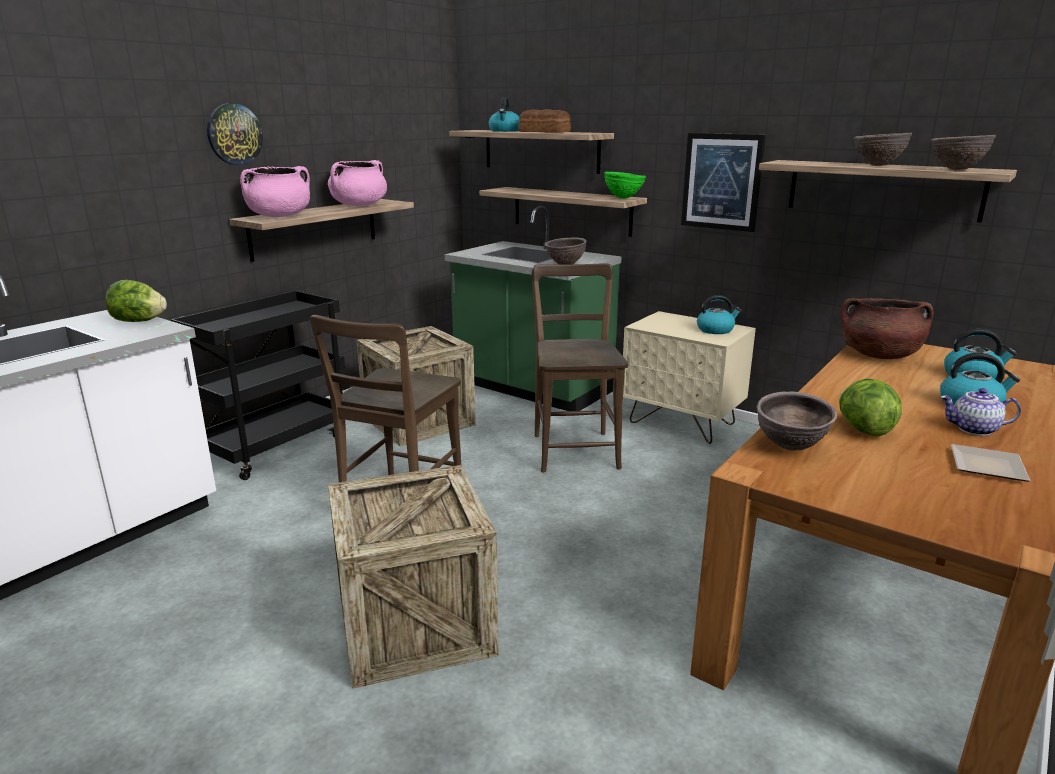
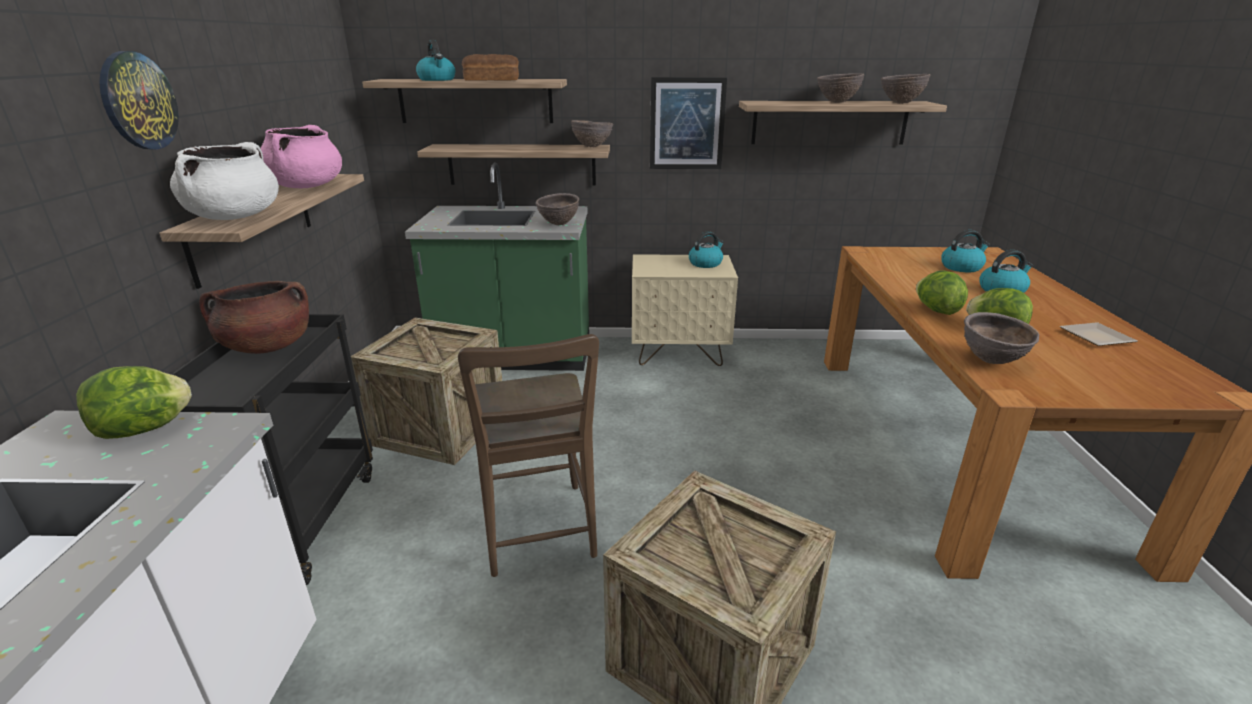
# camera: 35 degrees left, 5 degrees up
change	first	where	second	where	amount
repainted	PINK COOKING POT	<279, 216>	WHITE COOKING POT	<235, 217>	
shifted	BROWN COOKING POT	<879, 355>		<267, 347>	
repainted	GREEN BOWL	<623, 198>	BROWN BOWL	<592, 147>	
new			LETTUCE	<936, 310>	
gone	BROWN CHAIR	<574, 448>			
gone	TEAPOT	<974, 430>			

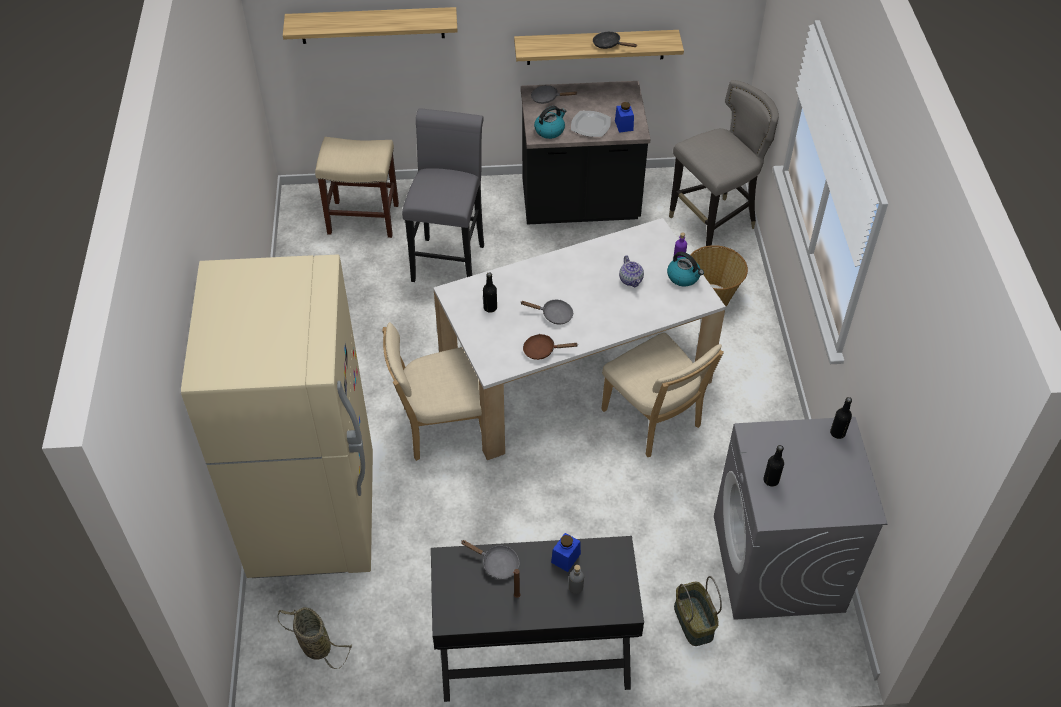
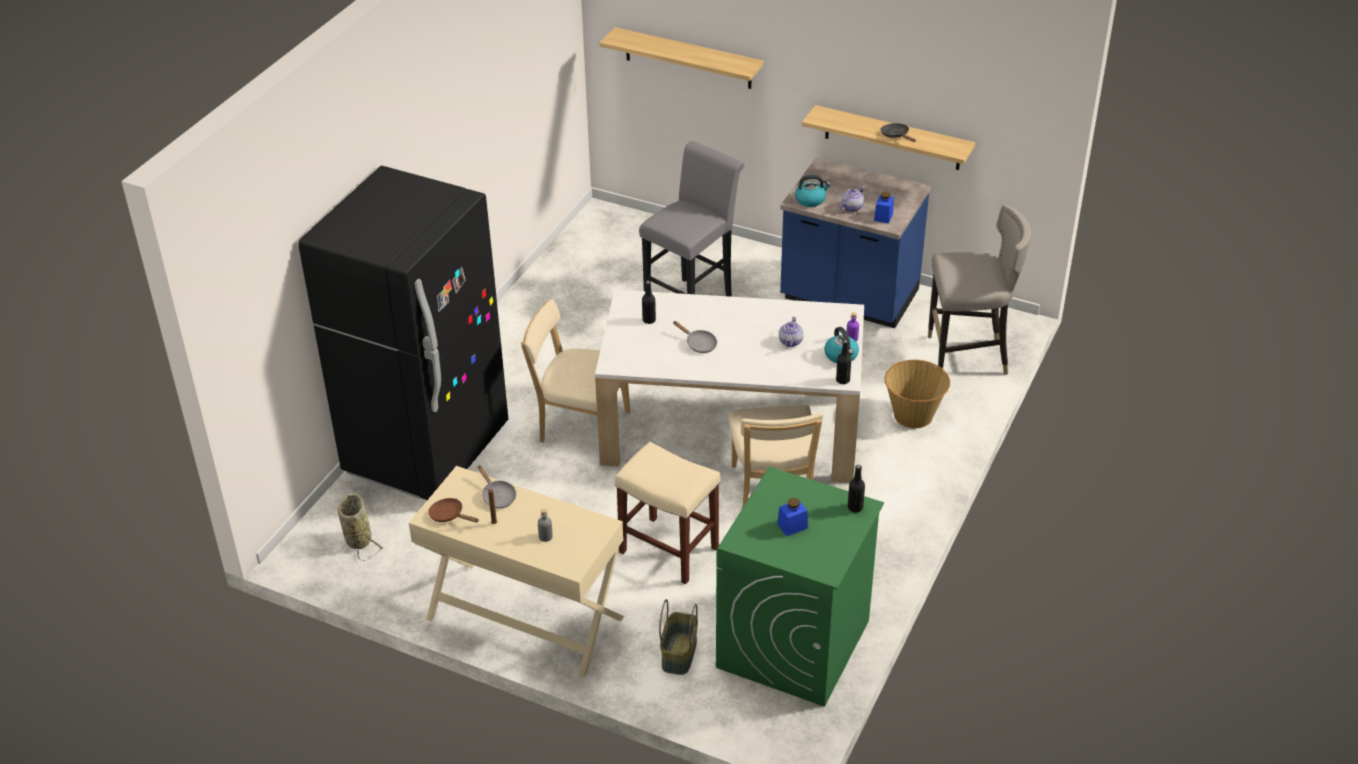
# camera: 30 degrees right, 10 degrees down
change	first	where	second	where	amount
repainted	BEIGE FRIDGE	<313, 516>	BLACK FRIDGE	<427, 450>	
repainted	BLACK CONSOLE TABLE	<534, 654>	BEIGE CONSOLE TABLE	<524, 618>	
shifted	BROWN FRYING PAN	<542, 350>		<449, 516>	
shifted	BEIGE STOOL	<362, 219>		<667, 550>	
repainted	GREY WASHING MACHINE	<778, 564>	GREEN WASHING MACHINE	<793, 645>	
shifted	BLUE JAR	<565, 558>		<792, 526>	
repainted	BLACK COUNTER	<580, 204>	BLUE COUNTER	<849, 298>	
shifted	BLACK BOTTLE	<771, 480>		<842, 380>	
swapped	PLATE	<590, 125>	TEAPOT	<851, 207>	
gone	GREY FRYING PAN	<547, 98>			

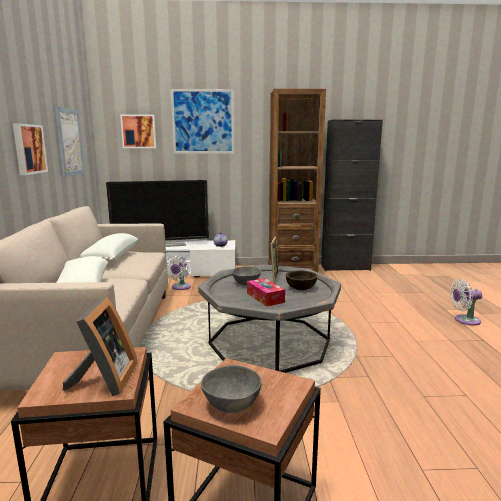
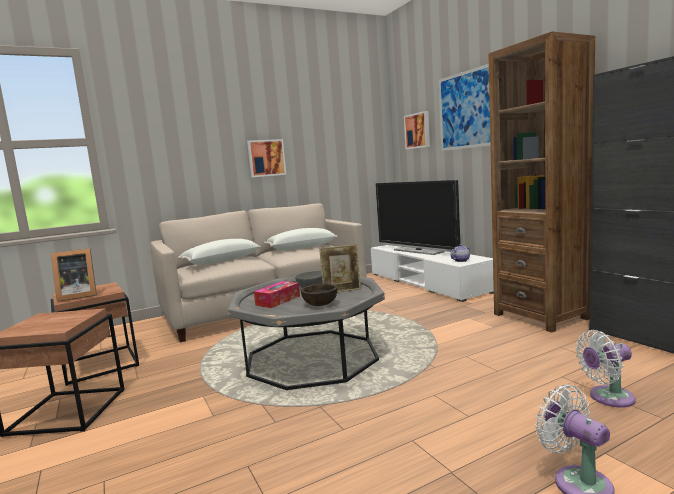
# camera: 65 degrees right, 5 degrees down
change	first	where	second	where	amount
shifted	WHITE FAN	<180, 287>		<607, 398>	
gone	PICTURE	<69, 142>			
gone	GREY BOWL	<231, 406>			

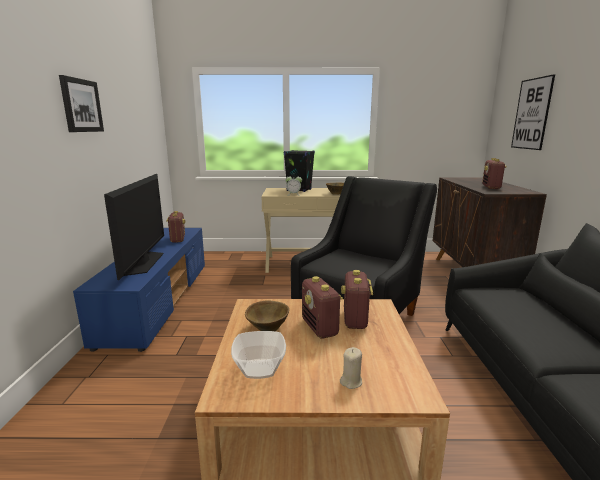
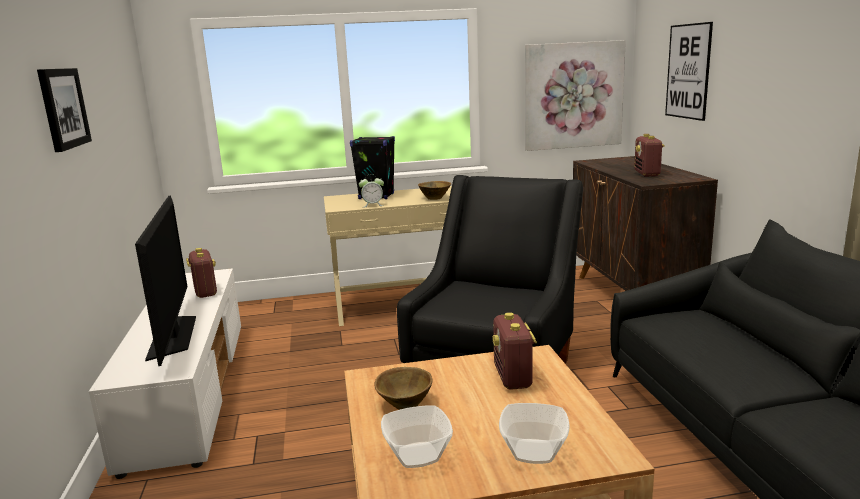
# camera: 10 degrees left, 0 degrees up
change	first	where	second	where	amount
repainted	BLUE TV STAND	<158, 300>	WHITE TV STAND	<189, 389>	
swapped	BEIGE CANDLE	<351, 381>	BOWL	<534, 452>	
new			PICTURE	<573, 95>	
gone	RADIO	<320, 328>			

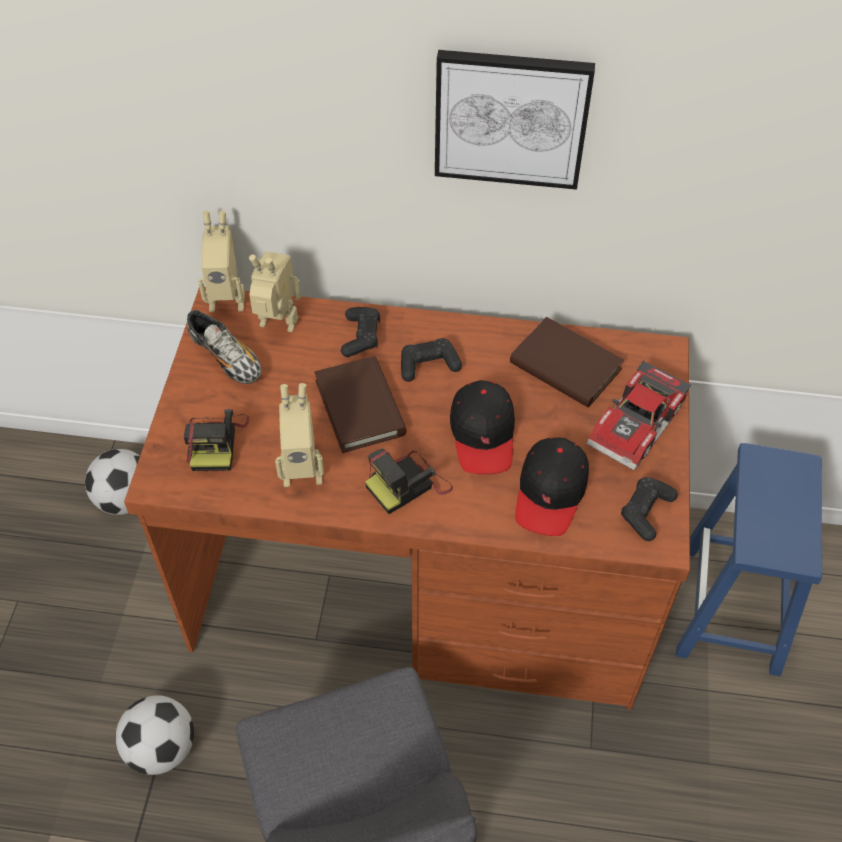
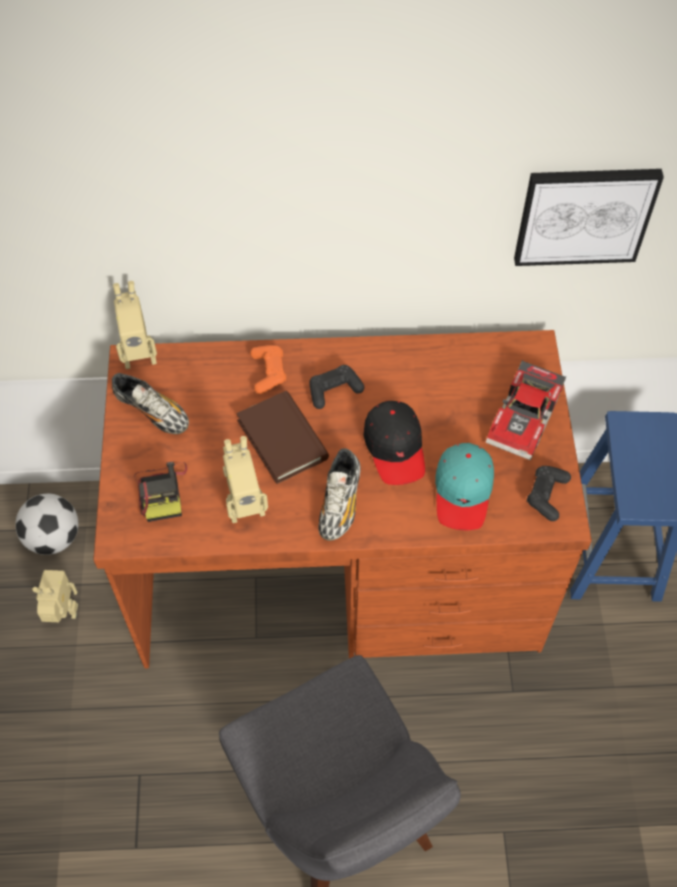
# camera: 10 degrees left, 5 degrees up
change	first	where	second	where	amount
shifted	TOY ROBOT	<277, 327>		<62, 615>	
repainted	BLACK GAME CONTROLLER	<361, 337>	ORANGE GAME CONTROLLER	<268, 372>	
swapped	PHOTO CAMERA	<408, 484>	SHOE	<340, 503>	
repainted	BLACK CAP	<550, 493>	TURQUOISE CAP	<463, 491>	
shifted	PICTURE	<511, 118>		<584, 215>	
gone	FOOTBALL	<162, 748>			
gone	BROWN BOOK	<565, 366>			

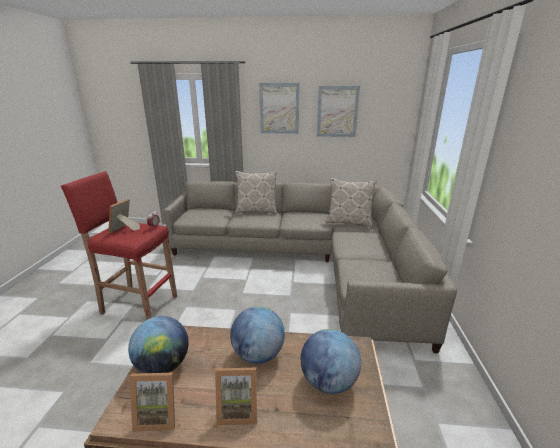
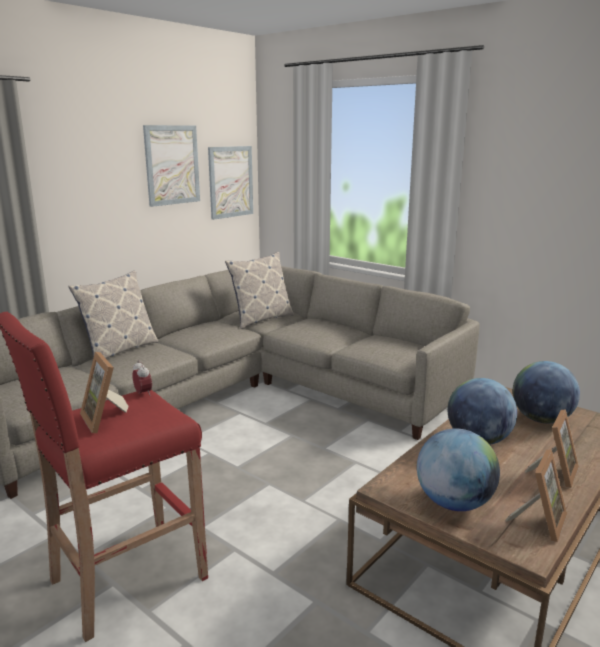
# camera: 55 degrees left, 5 degrees down
change	first	where	second	where	amount
shifted	PICTURE	<279, 108>		<230, 182>	

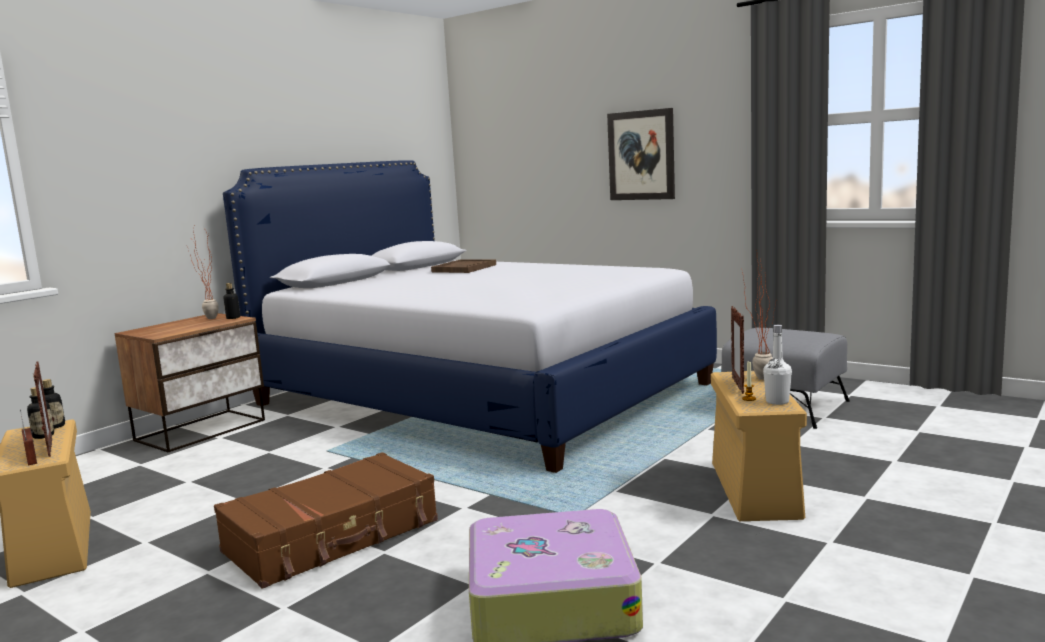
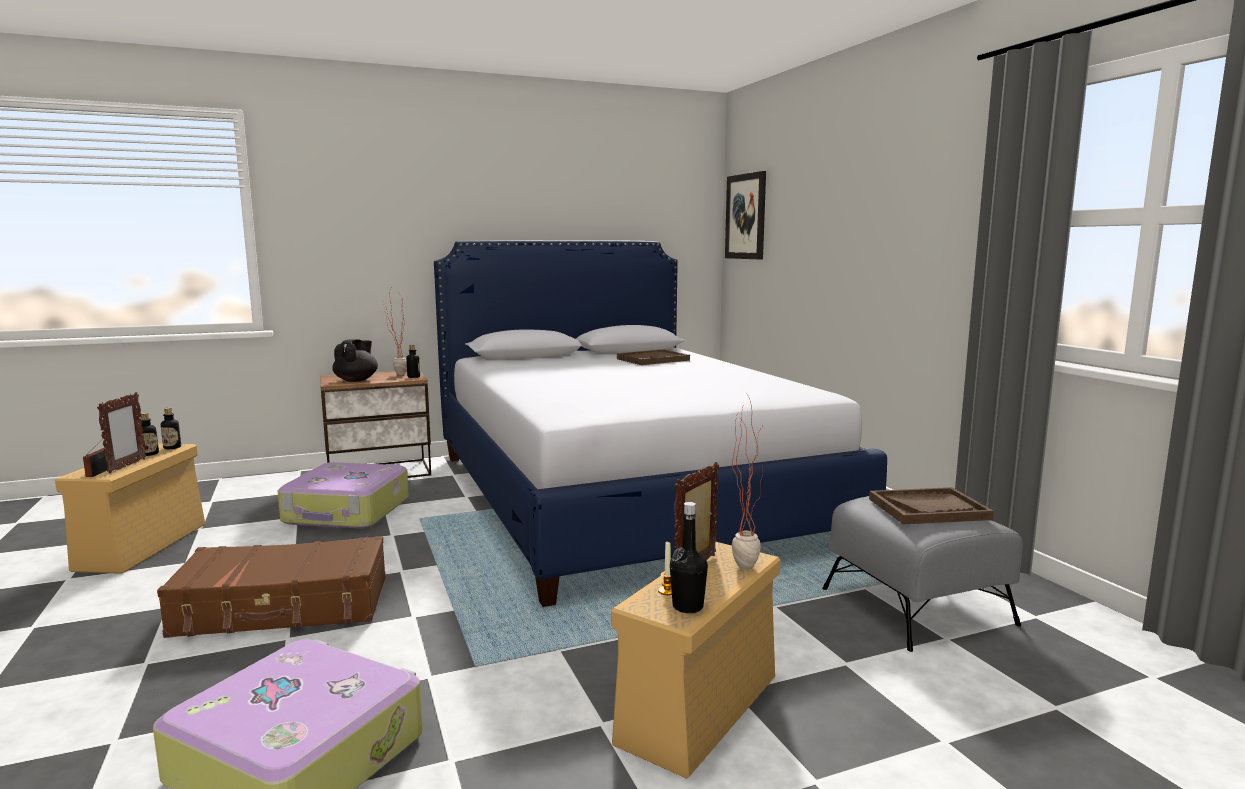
# camera: 30 degrees right, 0 degrees up
change	first	where	second	where	amount
new			SUITCASE	<347, 511>	
new			BLACK TEAPOT	<356, 380>	
repainted	WHITE BOTTLE	<777, 401>	BLACK BOTTLE	<687, 606>	
shifted	PICTURE	<641, 155>		<746, 216>	
new			BROWN TRAY	<928, 509>	

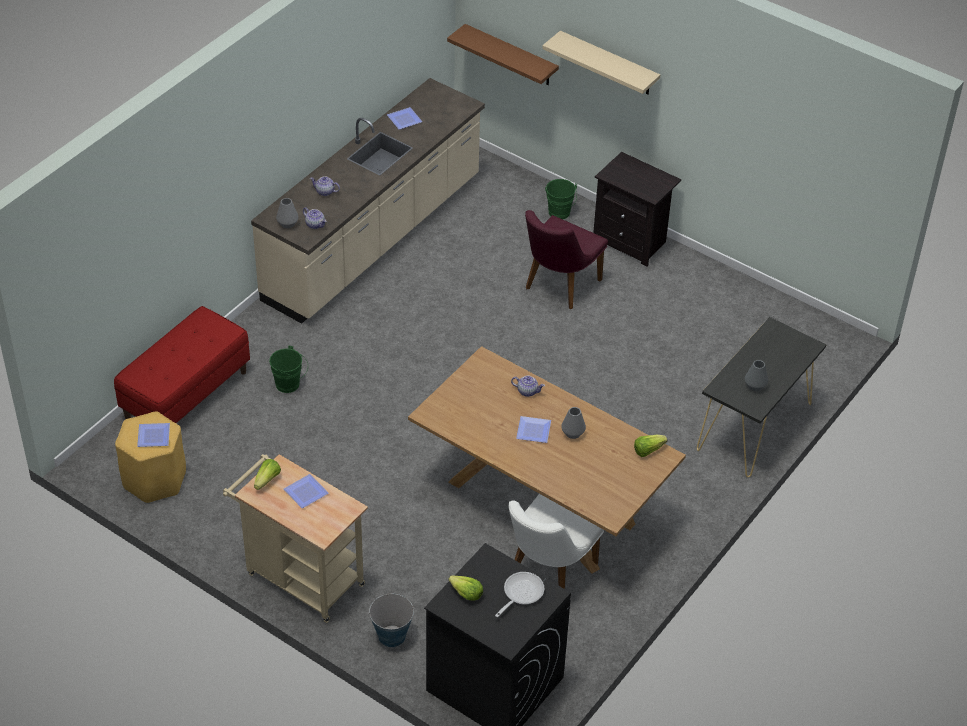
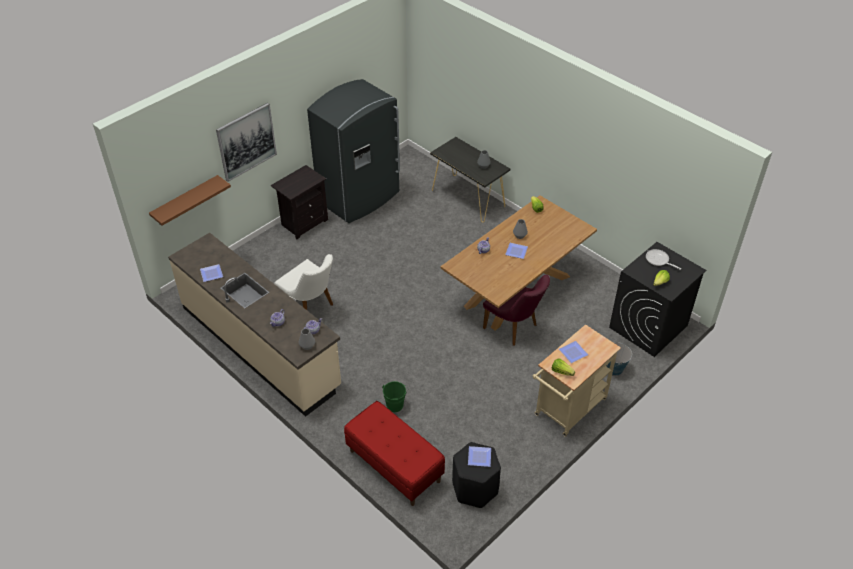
# camera: 80 degrees left, 0 degrees up
change	first	where	second	where	amount
swapped	BEIGE SHELF	<608, 64>	PICTURE	<246, 141>	
shifted	WHITE CHAIR	<547, 574>		<310, 308>	
new			GREY FRIDGE	<359, 198>	
repainted	YELLOW STOOL	<154, 479>	BLACK STOOL	<474, 488>	
shifted	PURPLE CHAIR	<558, 287>		<514, 328>	
gone	GREEN BUCKET	<559, 214>			

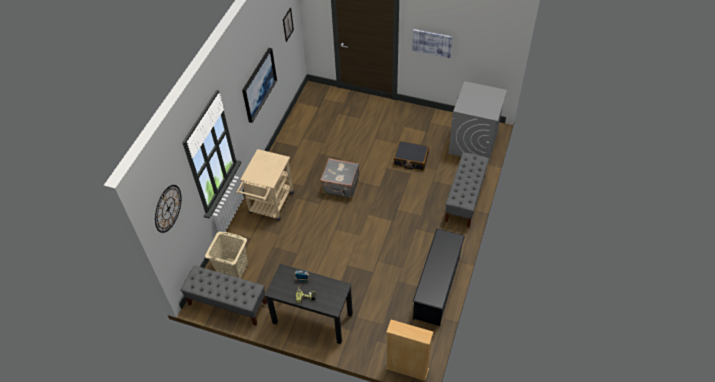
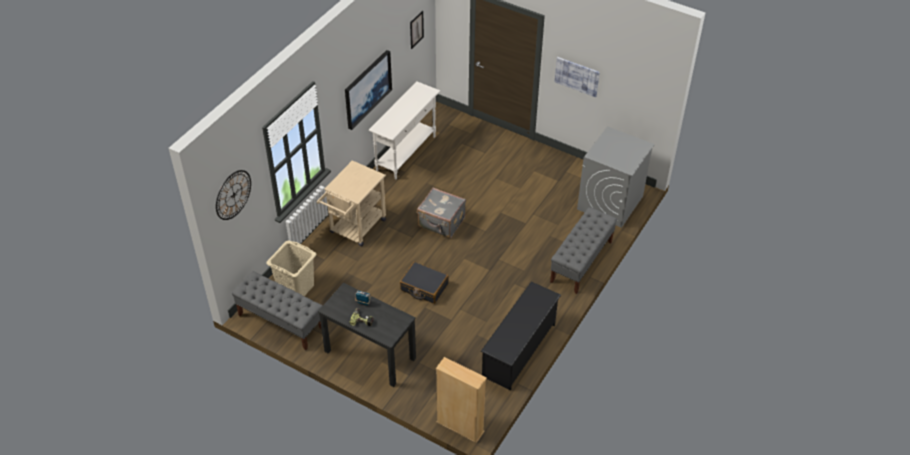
# camera: 10 degrees right, 5 degrees down
change	first	where	second	where	amount
new			WHITE CONSOLE TABLE	<406, 153>	
shifted	BLACK SUITCASE	<411, 159>		<424, 287>	

